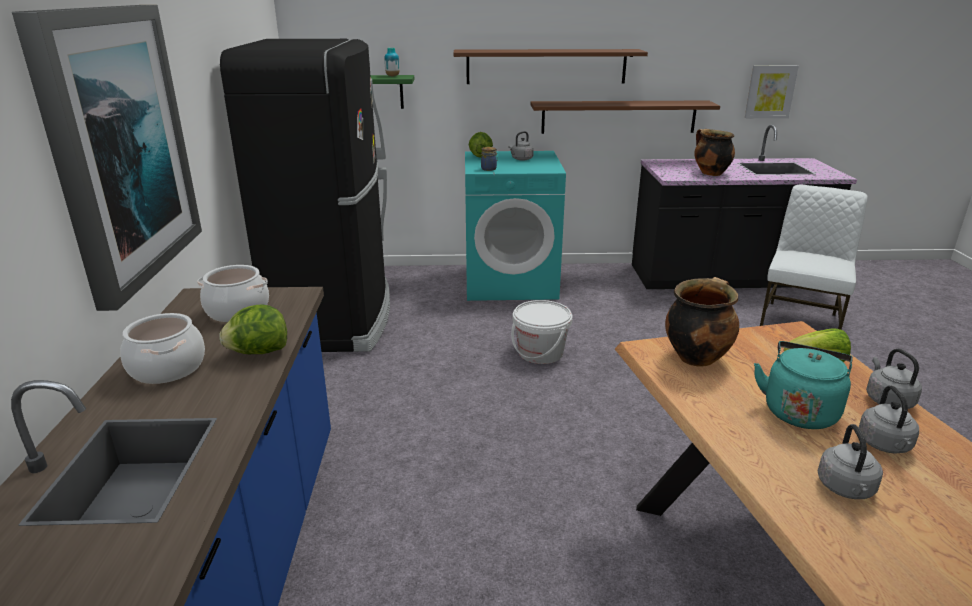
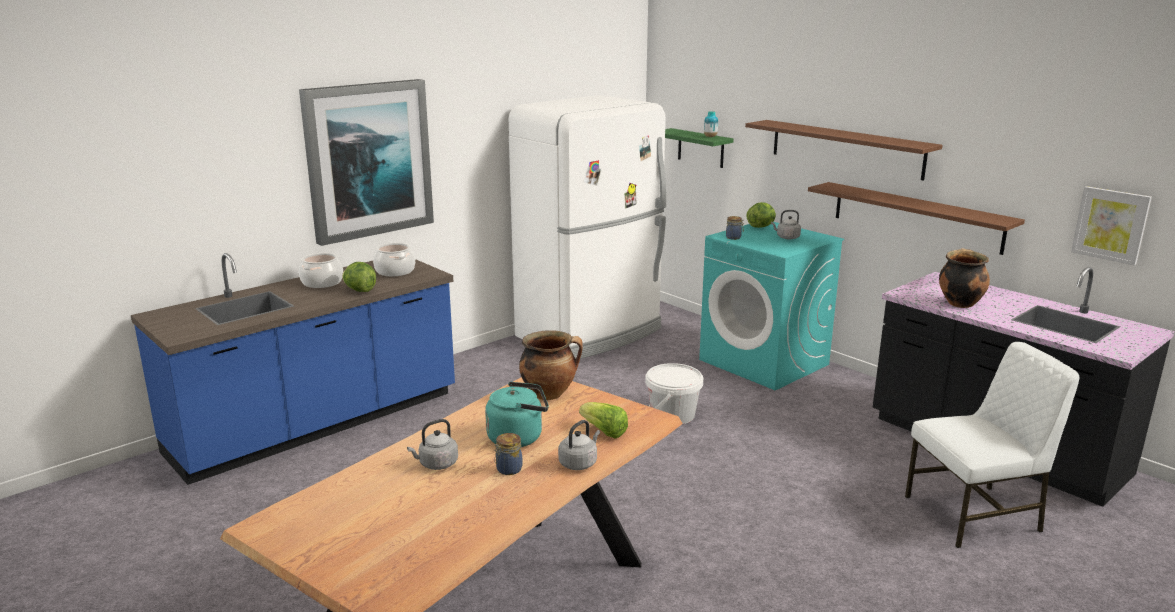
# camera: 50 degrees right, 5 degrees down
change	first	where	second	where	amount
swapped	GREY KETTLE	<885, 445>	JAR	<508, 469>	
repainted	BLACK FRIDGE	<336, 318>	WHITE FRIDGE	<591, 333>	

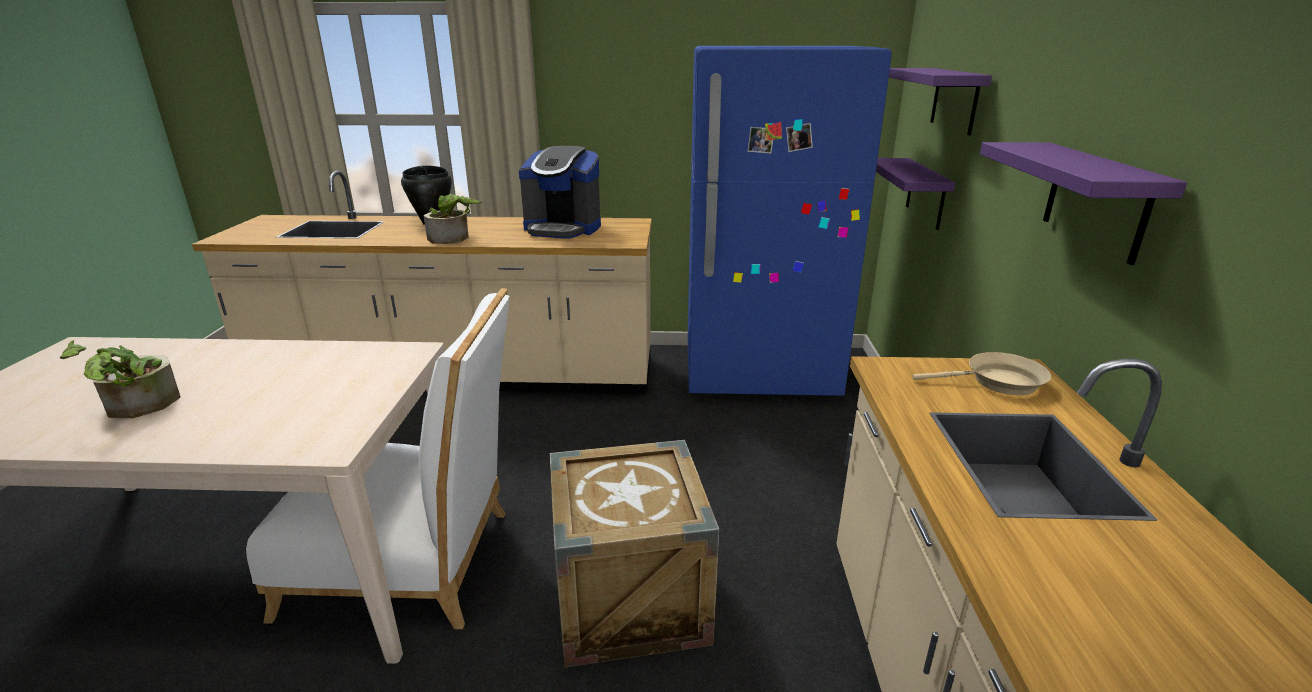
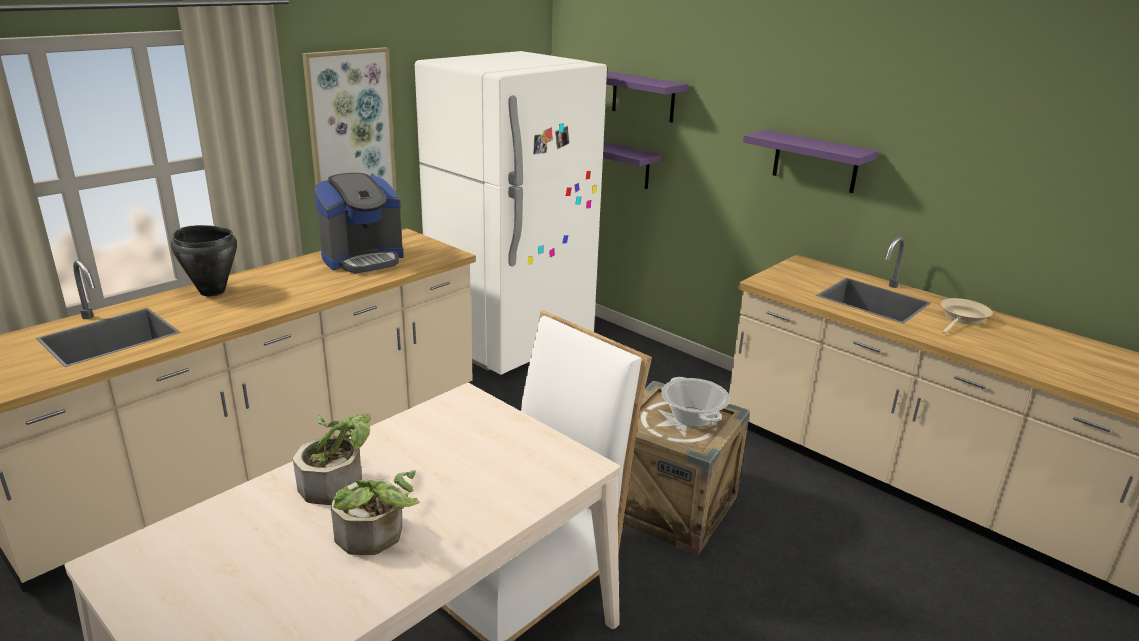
# camera: 50 degrees left, 0 degrees up
change	first	where	second	where	amount
shifted	POTTED PLANT	<454, 238>		<338, 481>	
new			PICTURE	<350, 126>	
repainted	BLUE FRIDGE	<759, 373>	WHITE FRIDGE	<512, 341>	
new			COOKING POT	<693, 417>	
shifted	BEIGE FRYING PAN	<998, 382>		<962, 318>	

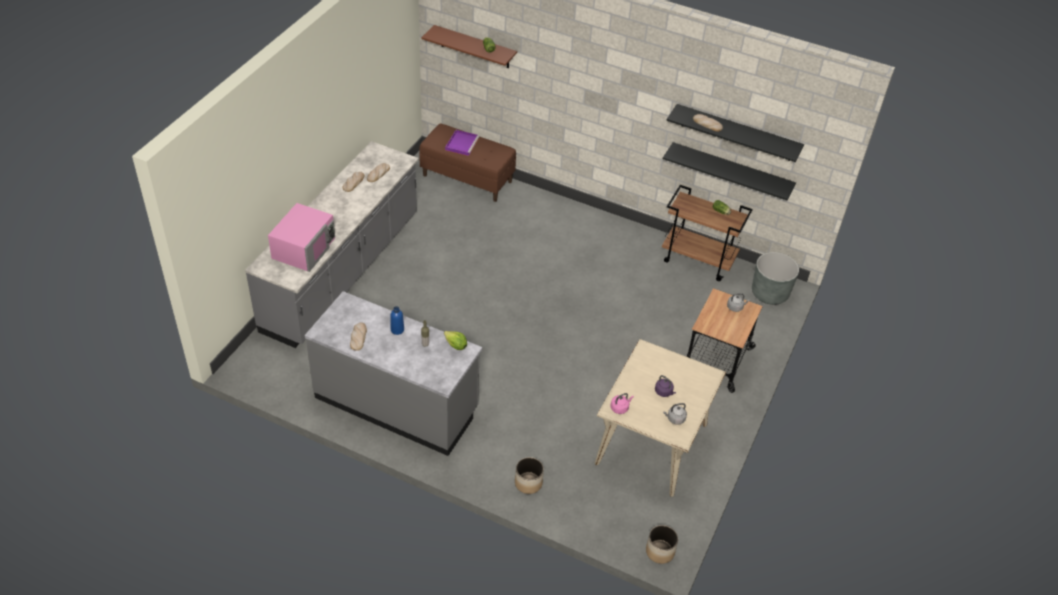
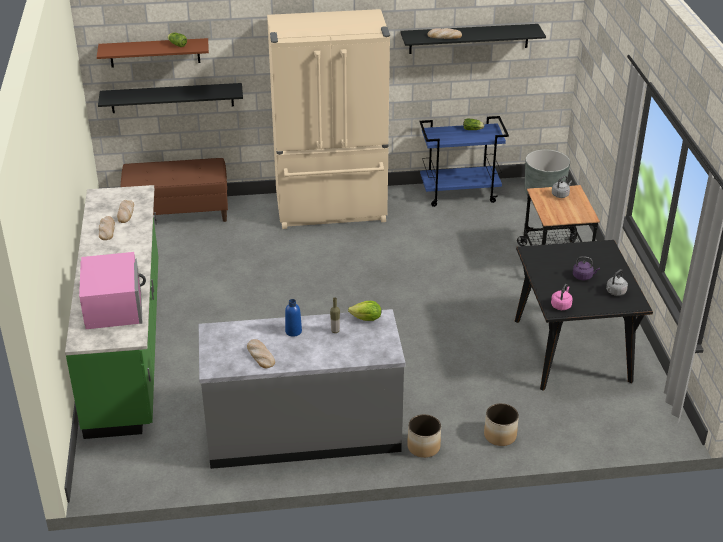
# camera: 30 degrees left, 10 degrees down
change	first	where	second	where	amount
repainted	GREY COUNTER	<343, 273>	GREEN COUNTER	<127, 344>	
shifted	BLACK SHELF	<731, 171>		<172, 98>	
new			BEIGE FRIDGE	<331, 209>	
shifted	PLANTER	<659, 552>		<423, 447>	
repainted	BROWN CART	<698, 260>	BLUE CART	<460, 194>	
repainted	BEIGE DINING TABLE	<651, 444>	BLACK DINING TABLE	<572, 350>	
gone	PURPLE TRAY	<462, 143>			

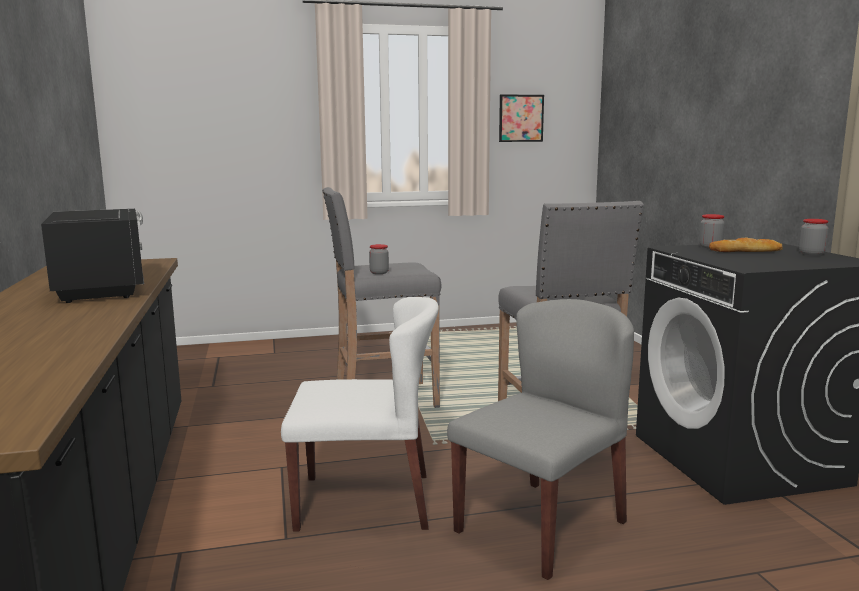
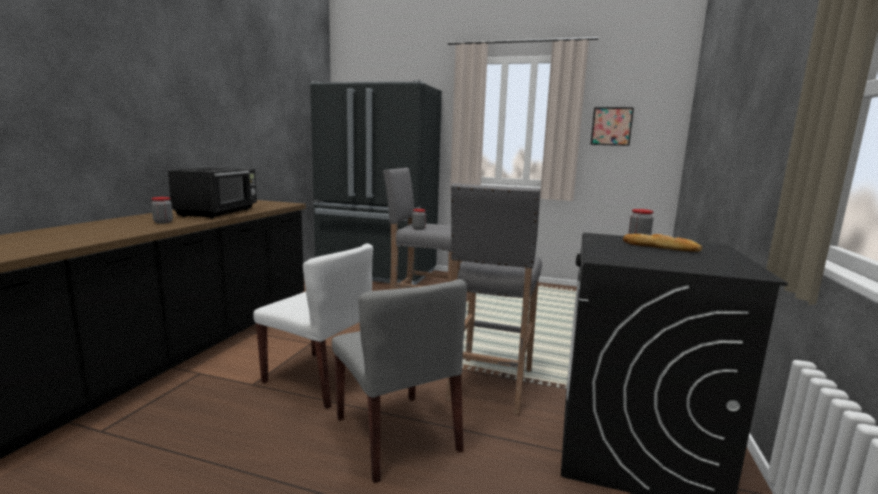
# camera: 30 degrees right, 0 degrees up
change	first	where	second	where	amount
shifted	JAR	<811, 253>		<163, 222>	
new			BLACK FRIDGE	<377, 273>	
rotated	GREY CHAIR	<541, 525>		<397, 434>	75 degrees clockwise

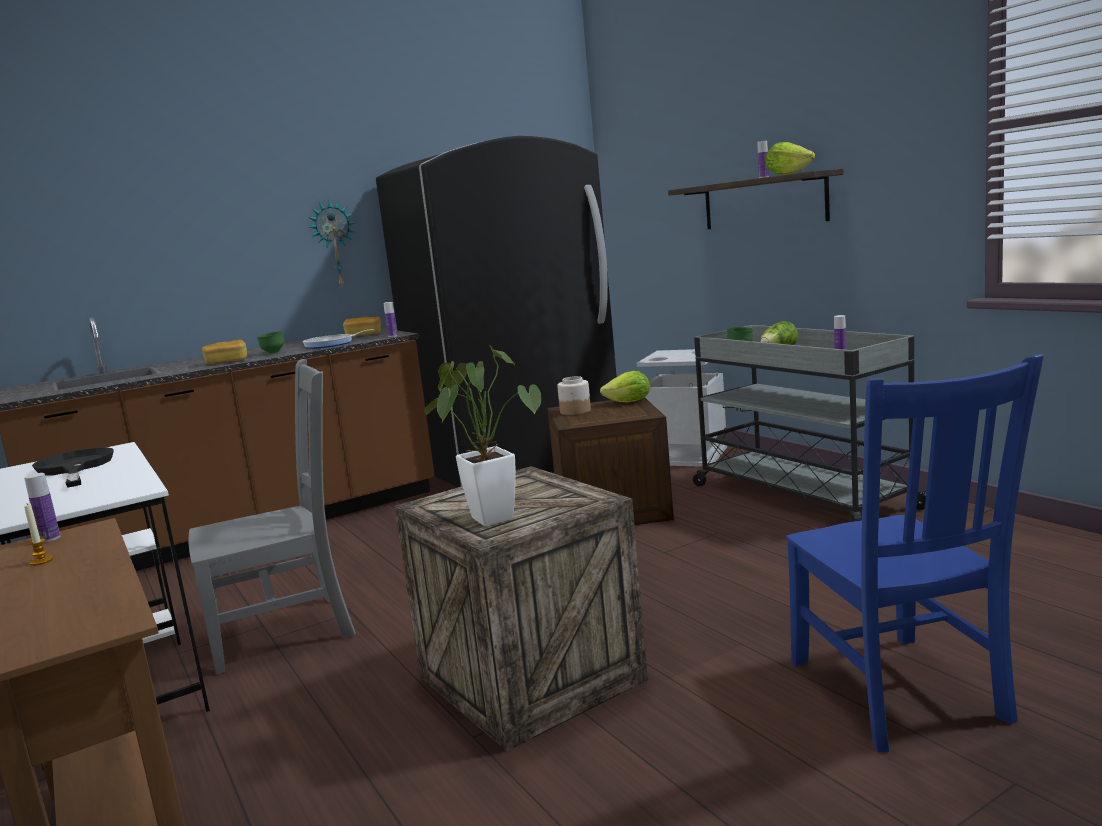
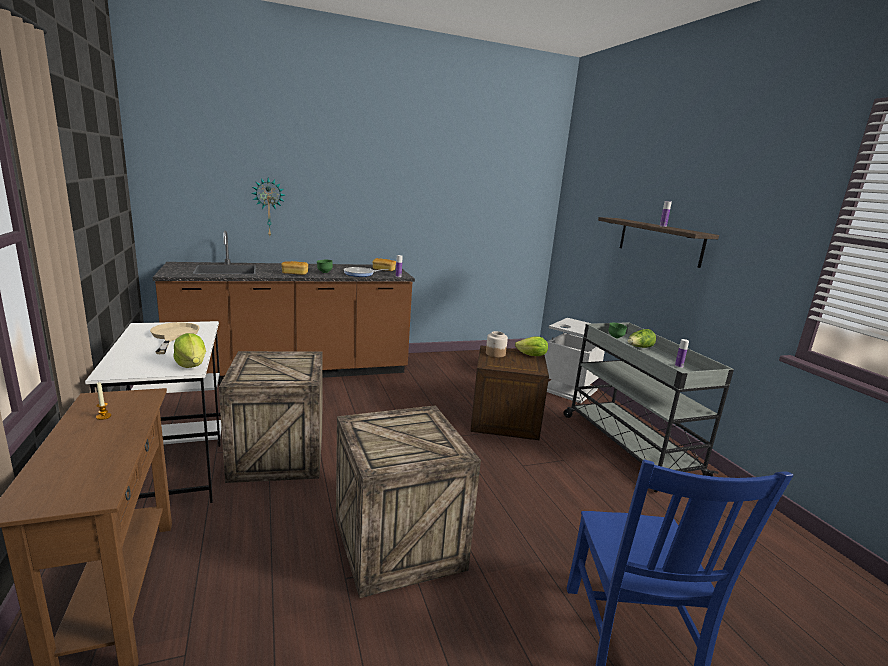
# camera: 10 degrees right, 5 degrees up
change	first	where	second	where	amount
repainted	BLACK FRYING PAN	<75, 468>	BEIGE FRYING PAN	<173, 336>	
shifted	LETTUCE	<788, 174>		<191, 365>	
swapped	GREY CHAIR	<287, 631>	CRATE	<279, 455>	
shifted	WALL CLOCK	<334, 244>		<268, 207>	
gone	BOTTLE	<50, 538>			
gone	BLACK FRIDGE	<522, 462>			
gone	POTTED PLANT	<489, 516>			

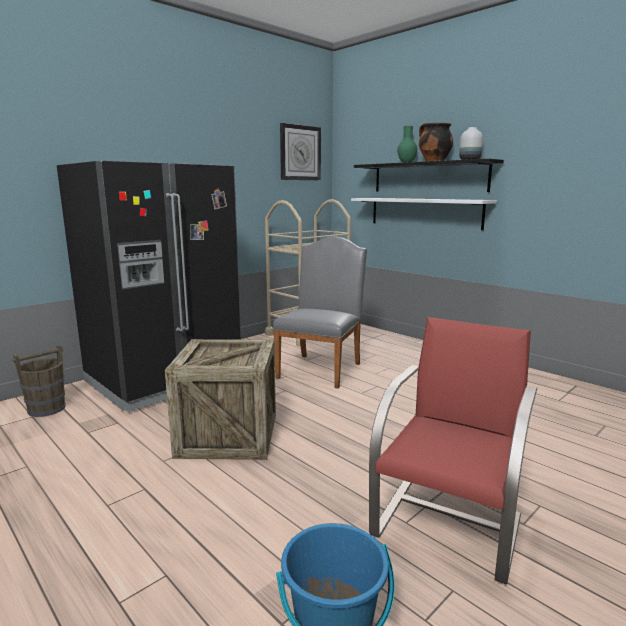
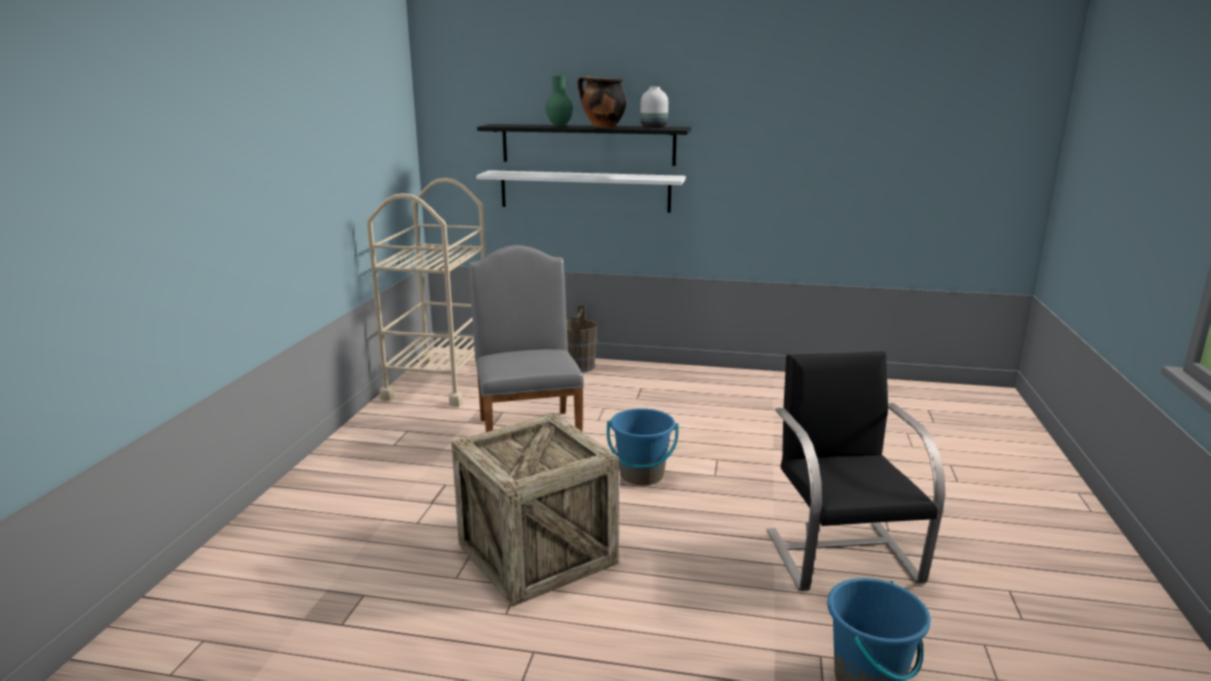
# camera: 35 degrees left, 5 degrees up
change	first	where	second	where	amount
shifted	BROWN BUCKET	<47, 409>		<579, 366>	
new			BLUE BUCKET	<641, 475>	
repainted	RED CHAIR	<449, 524>	BLACK CHAIR	<842, 554>	
gone	BLACK FRIDGE	<164, 379>			
gone	WALL CLOCK	<300, 153>			

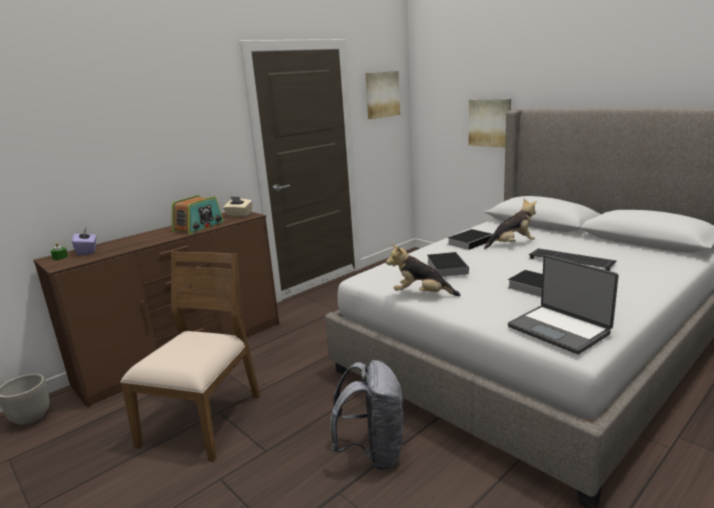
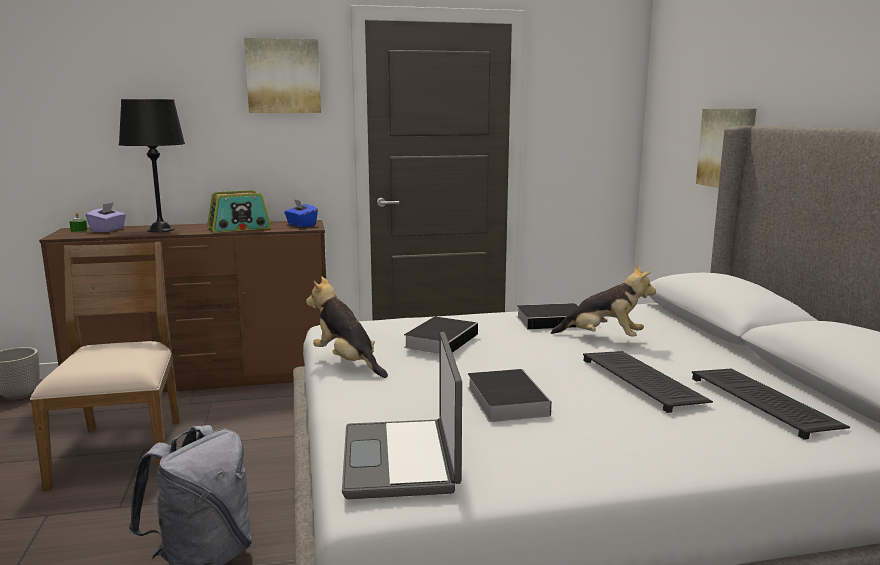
# camera: 30 degrees right, 5 degrees down
change	first	where	second	where	amount
rotated	BROWN CHAIR	<204, 419>		<122, 451>	60 degrees counterclockwise
new			BLACK TABLE LAMP	<161, 230>	
shifted	PICTURE	<382, 94>		<283, 76>	
repainted	BEIGE TISSUE BOX	<239, 215>	BLUE TISSUE BOX	<301, 225>	
new			KEYBOARD	<765, 403>	

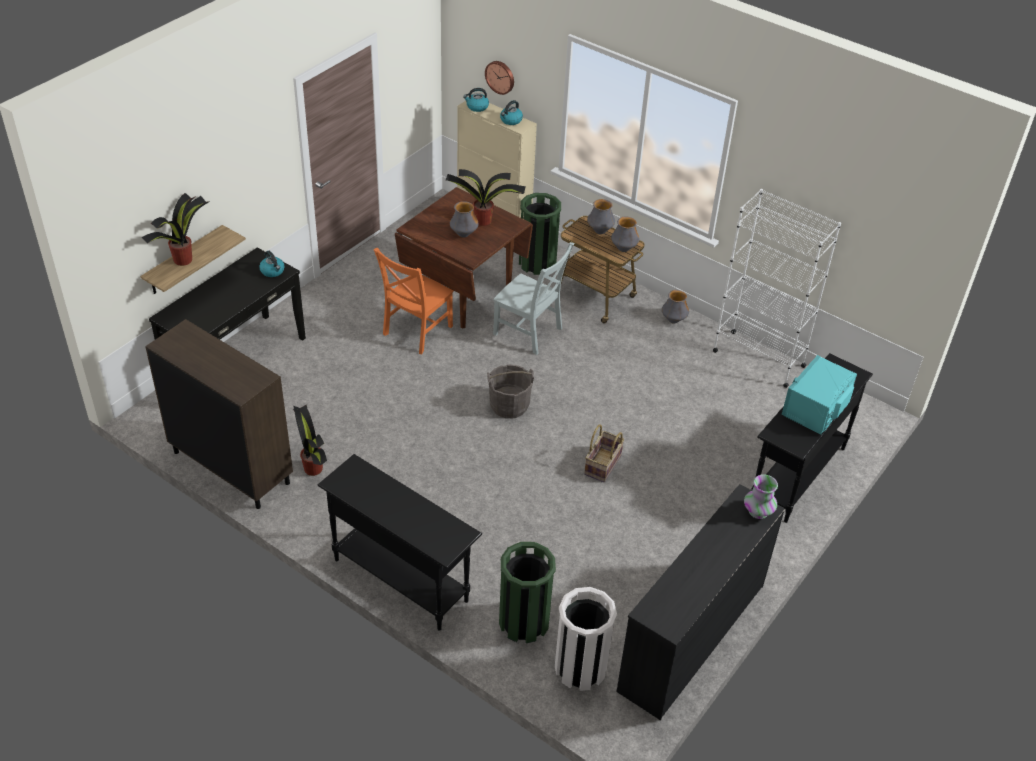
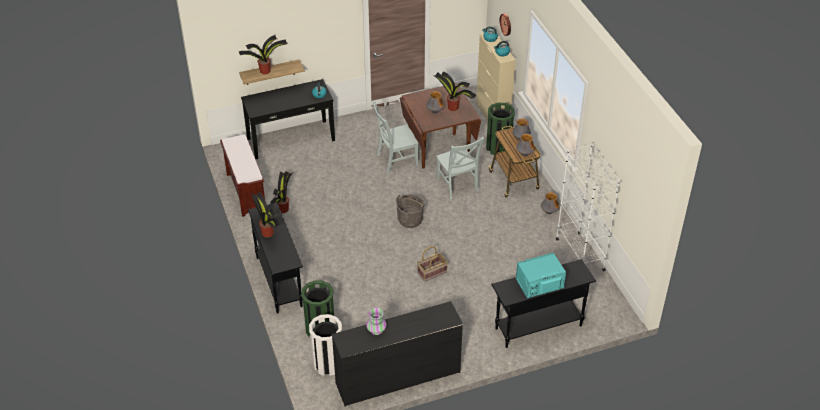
# camera: 35 degrees right, 0 degrees up
change	first	where	second	where	amount
swapped	BROWN CABINET	<231, 467>	BROWN BENCH	<245, 191>	
new			POTTED PLANT	<267, 232>	
shifted	VASE	<758, 511>		<376, 330>	
repainted	ORANGE CHAIR	<415, 332>	GREY CHAIR	<395, 160>	

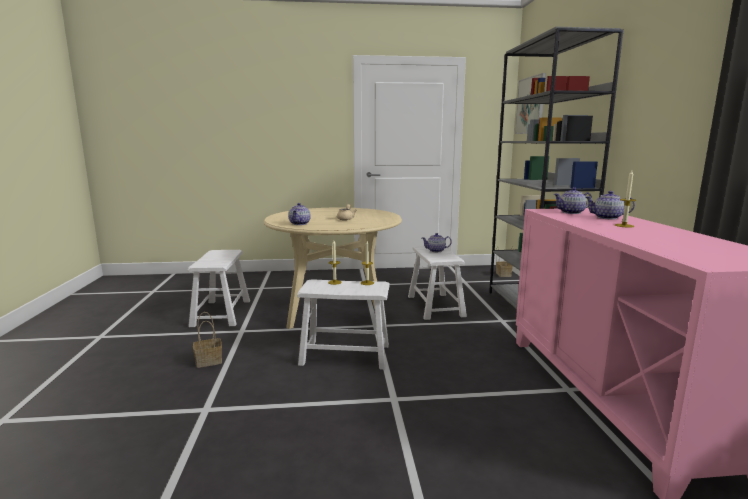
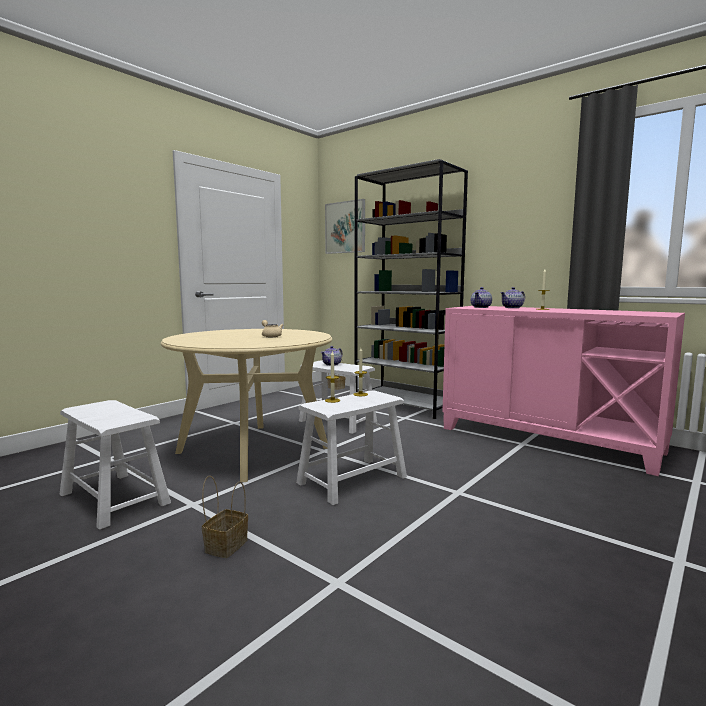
# camera: 45 degrees left, 5 degrees down
change	first	where	second	where	amount
gone	TEAPOT	<300, 223>			

